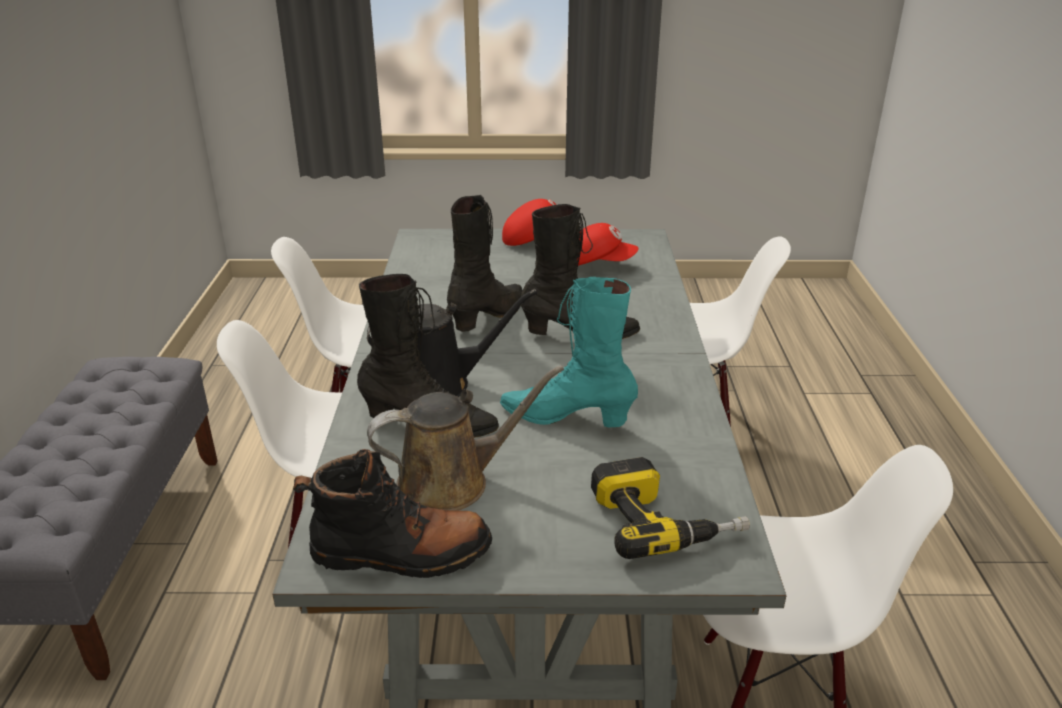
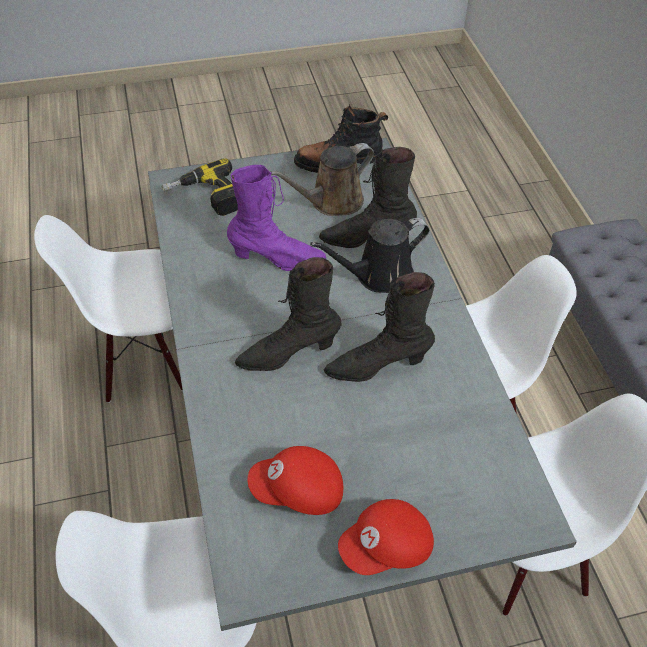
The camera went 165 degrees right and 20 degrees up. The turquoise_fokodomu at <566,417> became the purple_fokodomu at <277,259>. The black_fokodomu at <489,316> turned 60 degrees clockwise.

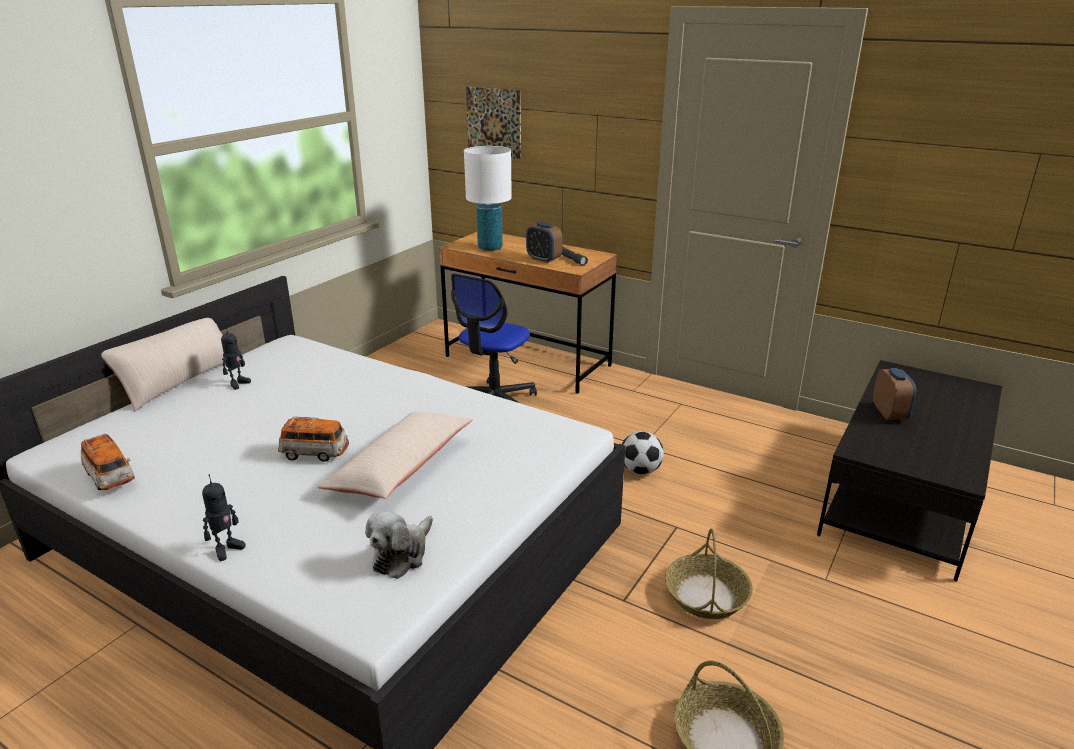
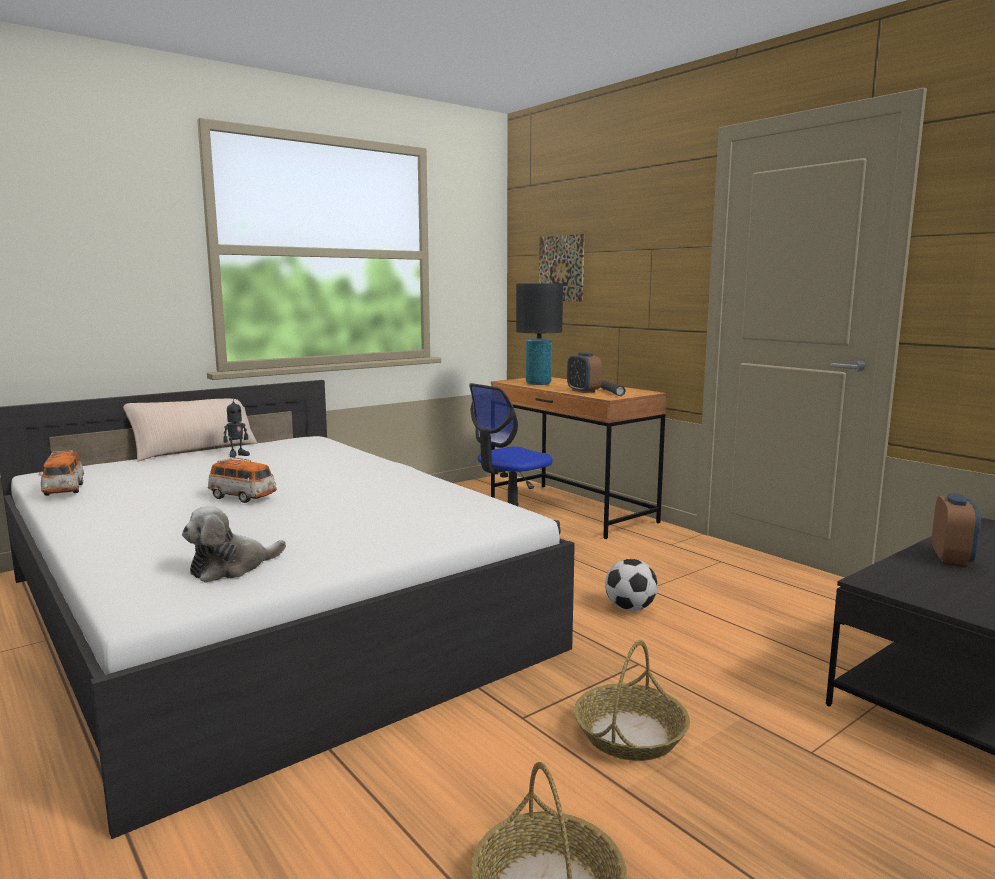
The camera went 20 degrees right and 15 degrees down. The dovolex at <227,549> disappeared. The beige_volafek at <401,467> disappeared. The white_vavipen at <490,248> became the black_vavipen at <538,383>.

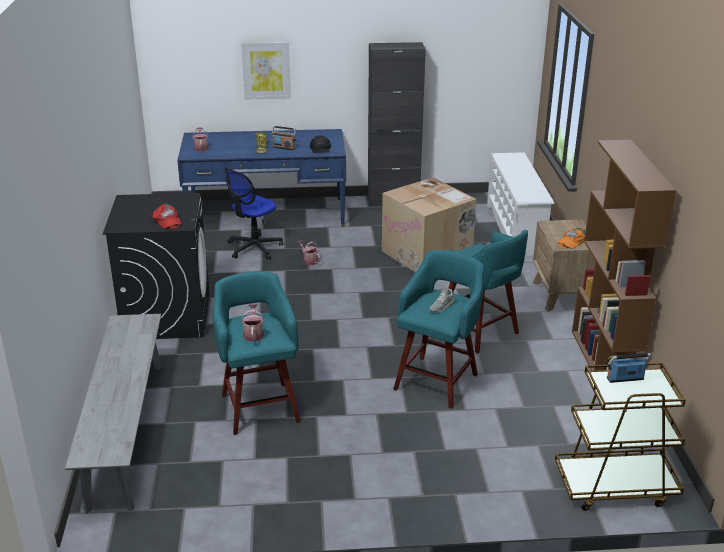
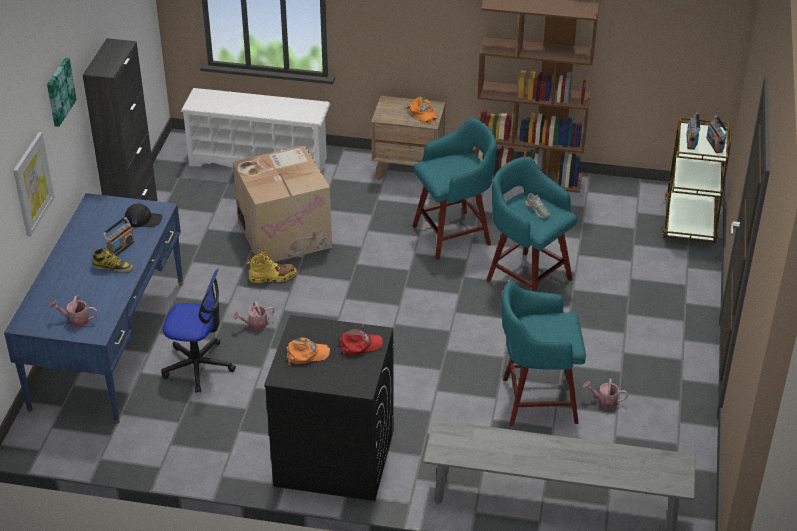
The camera went 75 degrees left and 10 degrees up. The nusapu at <59,92> appeared. The yellow_fokodomu at <272,277> appeared. The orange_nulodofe at <307,354> appeared. The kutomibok at <714,144> appeared. The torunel moved from <253,334> to <604,401>. The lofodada at <254,248> turned 45 degrees counterclockwise.

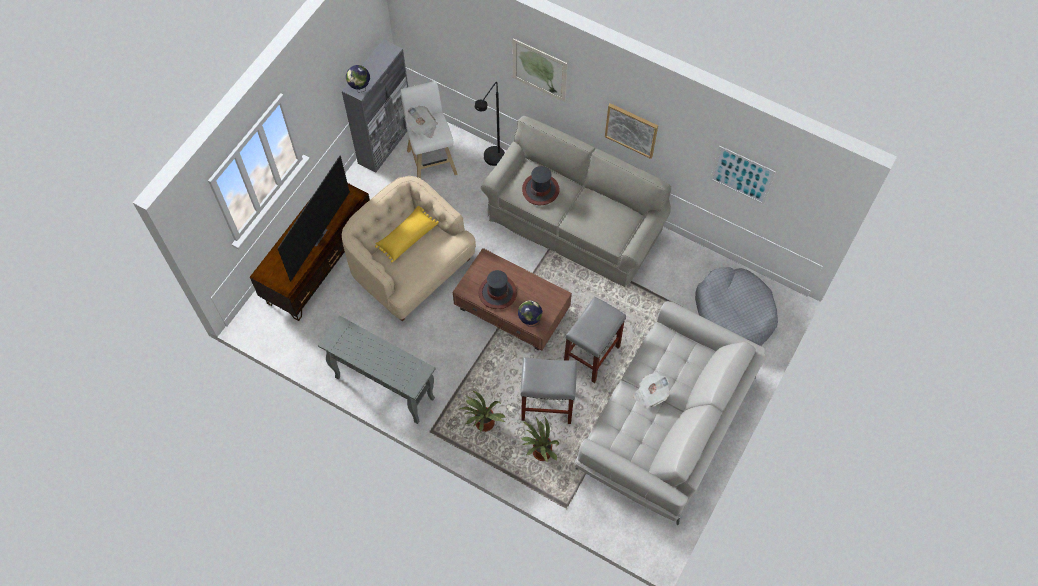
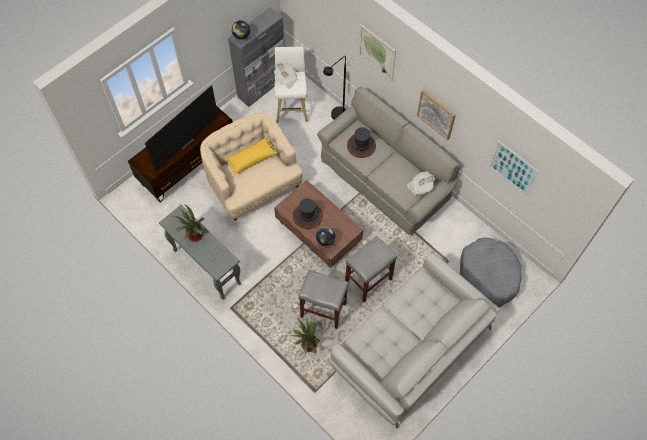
The camera went 15 degrees right and 0 degrees up. The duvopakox moved from <483,424> to <194,236>. The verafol moved from <650,394> to <419,186>.

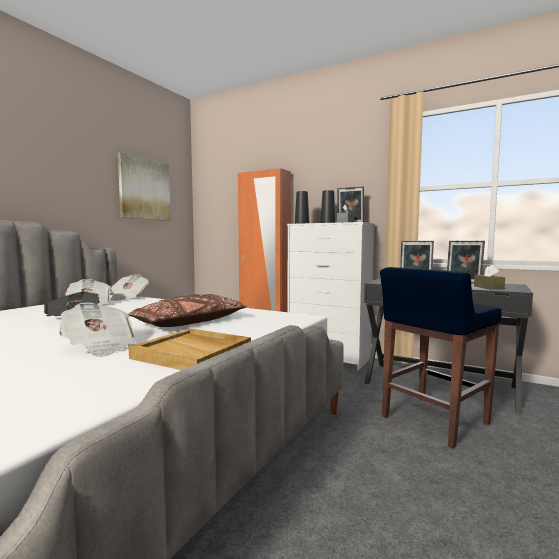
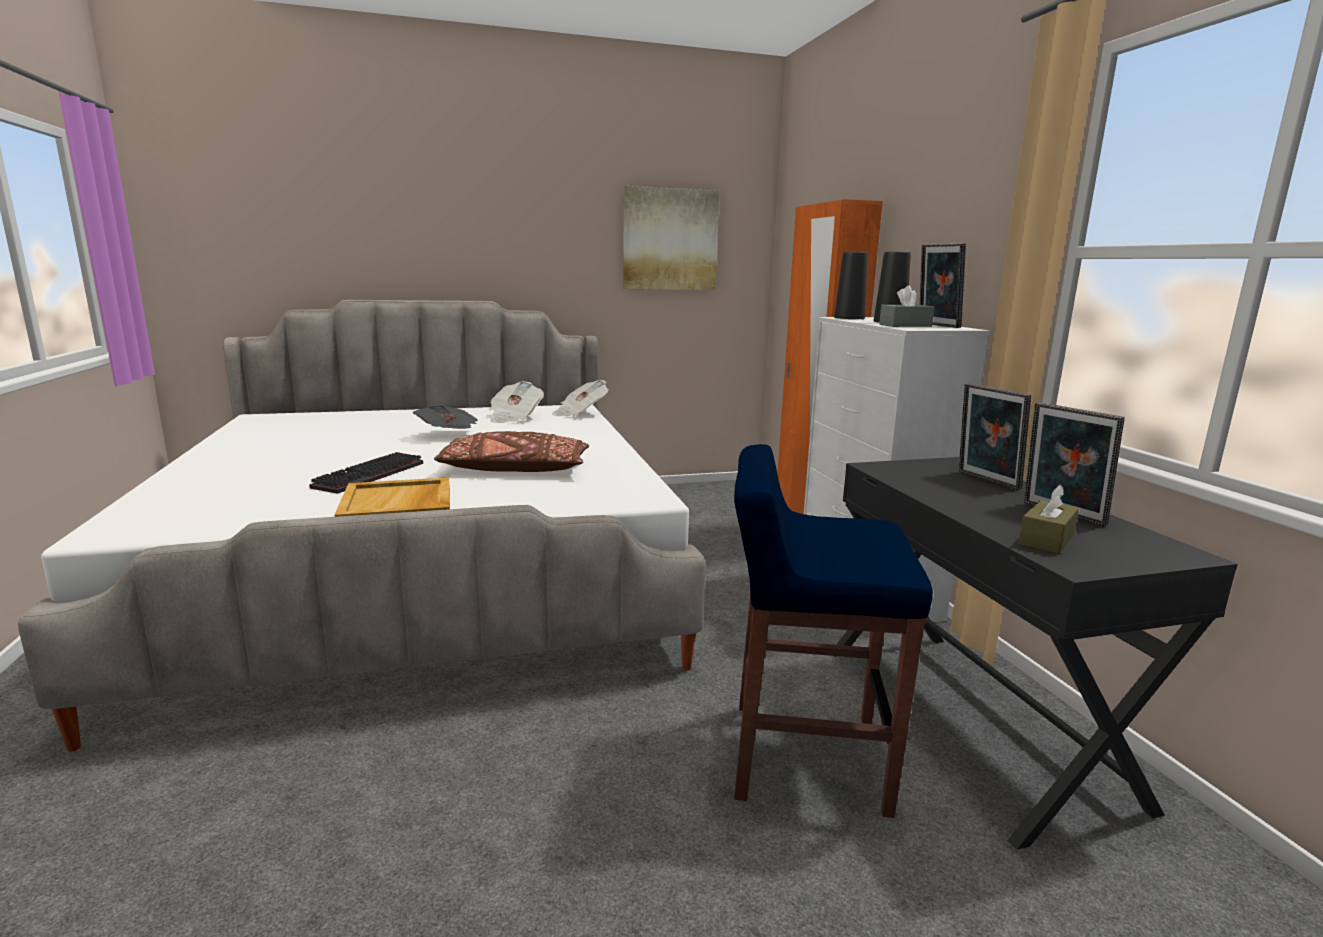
The camera went 45 degrees right and 10 degrees up. The verafol at <99,347> was replaced by the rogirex at <370,476>.

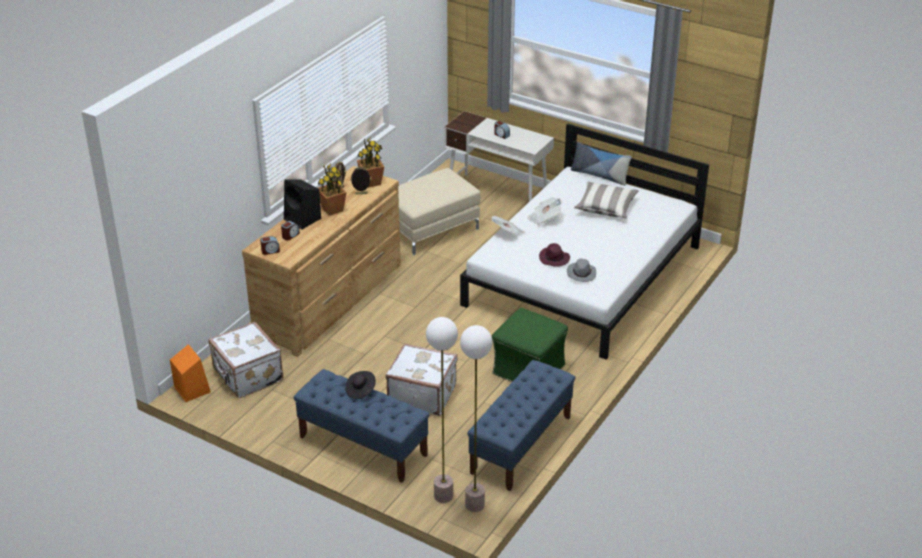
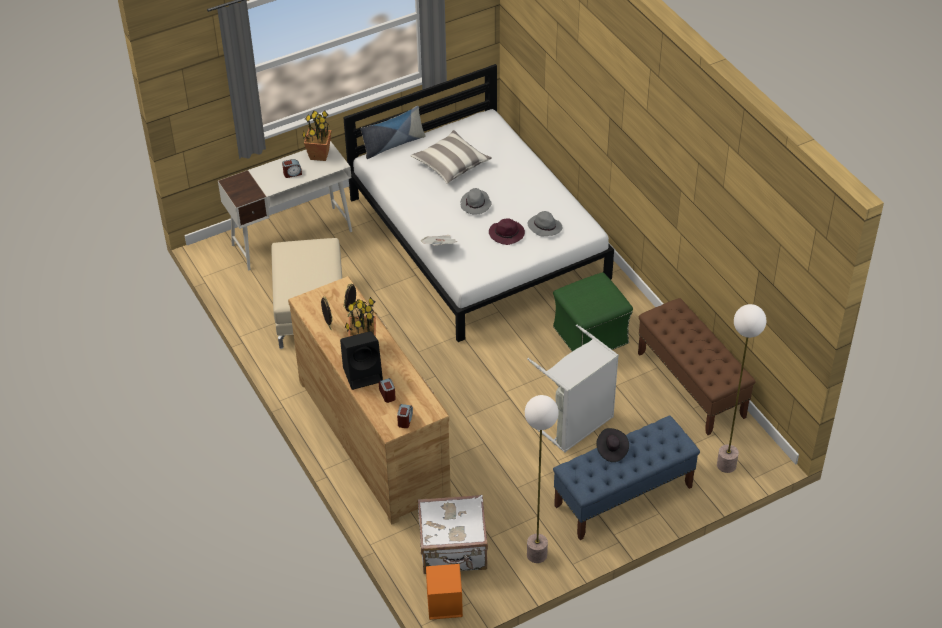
The camera went 60 degrees left and 10 degrees up. The verafol at <544,218> disappeared. The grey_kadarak at <476,204> appeared. The duvopakox moved from <371,182> to <319,155>. The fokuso moved from <474,505> to <536,555>. The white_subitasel at <422,394> was replaced by the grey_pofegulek at <575,424>. The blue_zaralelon at <521,445> became the brown_zaralelon at <691,385>.

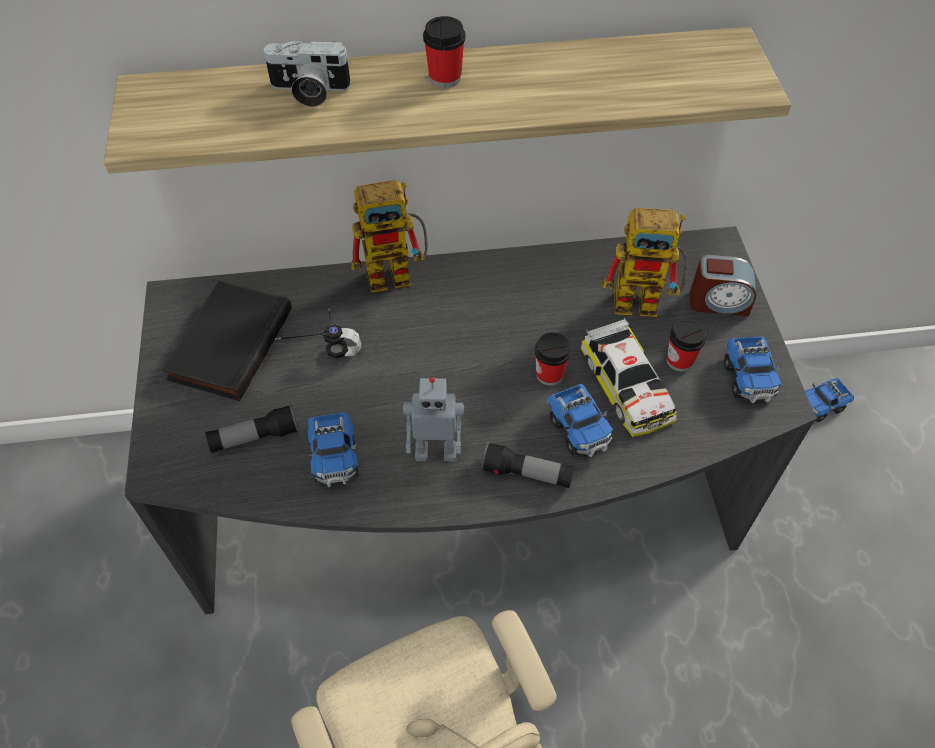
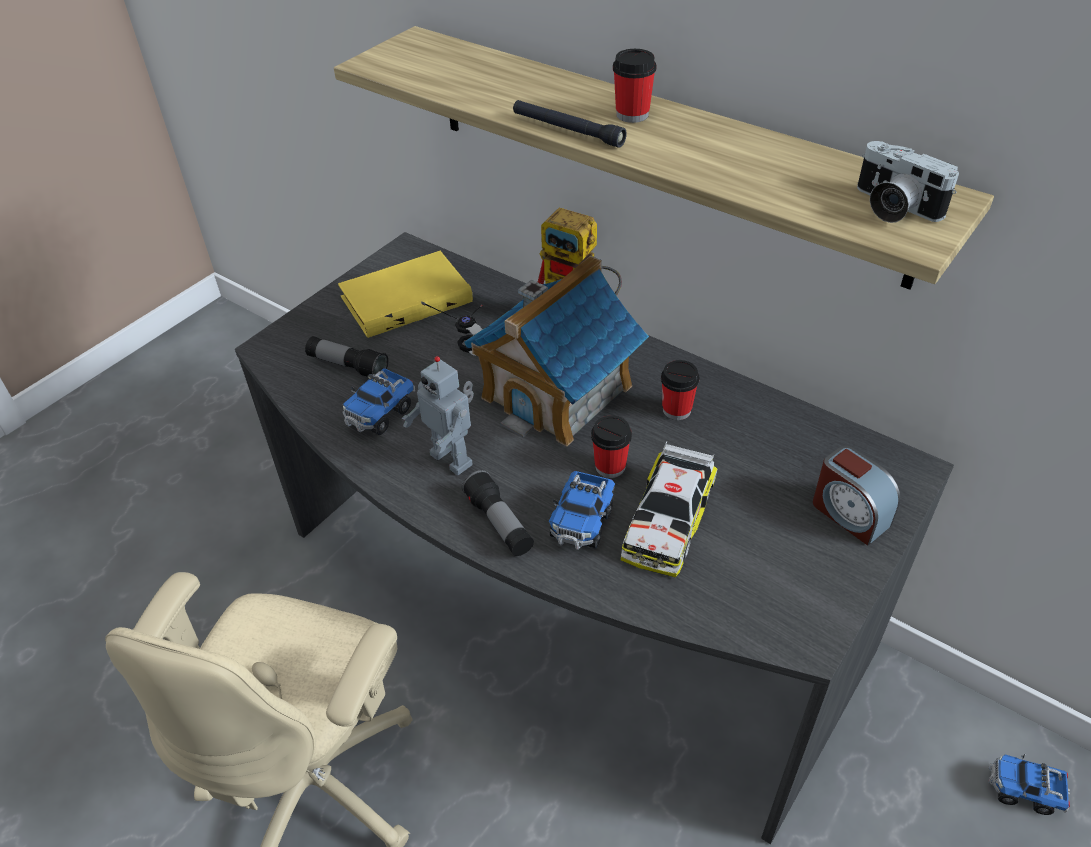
The camera went 45 degrees right and 10 degrees down. The dovolex at <646,300> disappeared. The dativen at <747,378> disappeared. The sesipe at <558,392> appeared. The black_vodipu at <567,130> appeared. The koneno moved from <309,92> to <892,207>. The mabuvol moved from <679,361> to <676,410>. The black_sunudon at <229,343> became the yellow_sunudon at <406,298>.

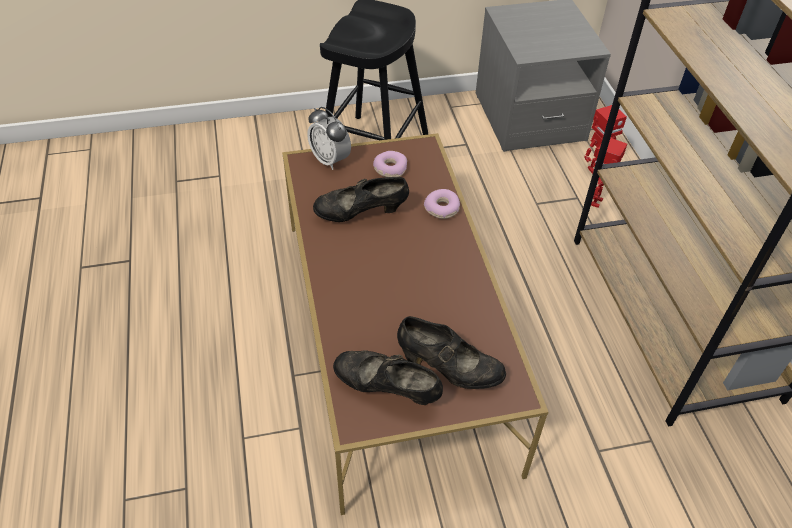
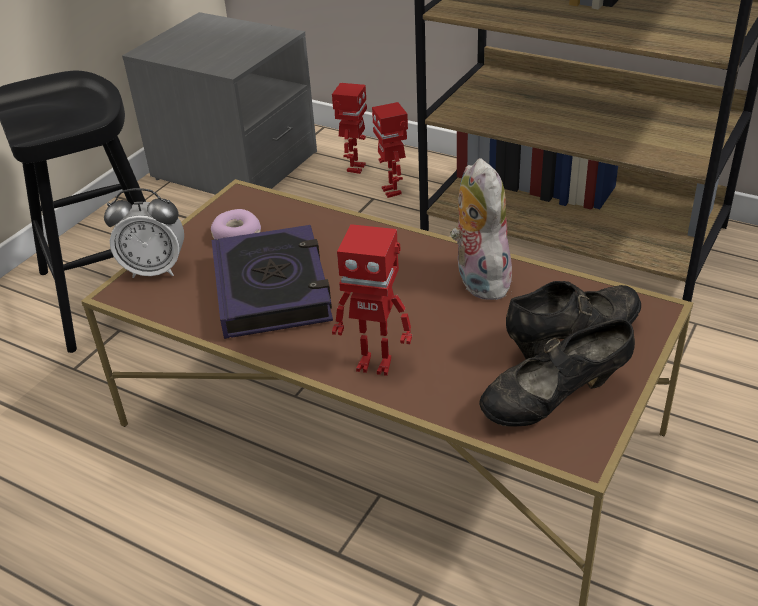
The camera went 45 degrees left and 10 degrees down. The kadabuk at <442,208> disappeared. The dovolex at <375,363> appeared. The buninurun at <478,280> appeared. The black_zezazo at <361,214> was replaced by the sunudon at <272,289>.

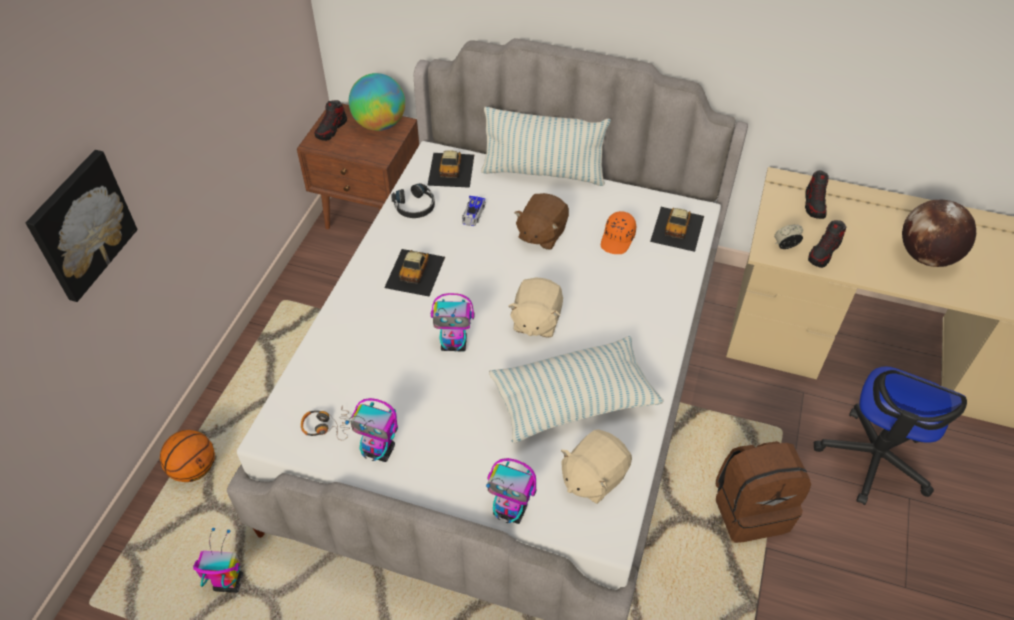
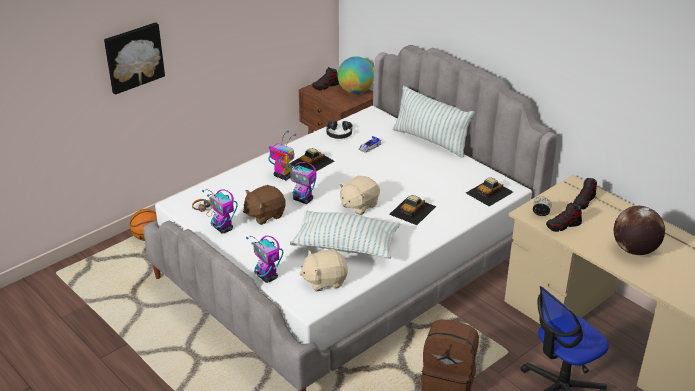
The camera went 30 degrees right and 15 degrees down. The orange_nulodofe at <618,239> disappeared. The dovolex moved from <228,583> to <283,176>. The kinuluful moved from <451,169> to <413,210>. The brown_buninurun moved from <541,234> to <264,215>.

